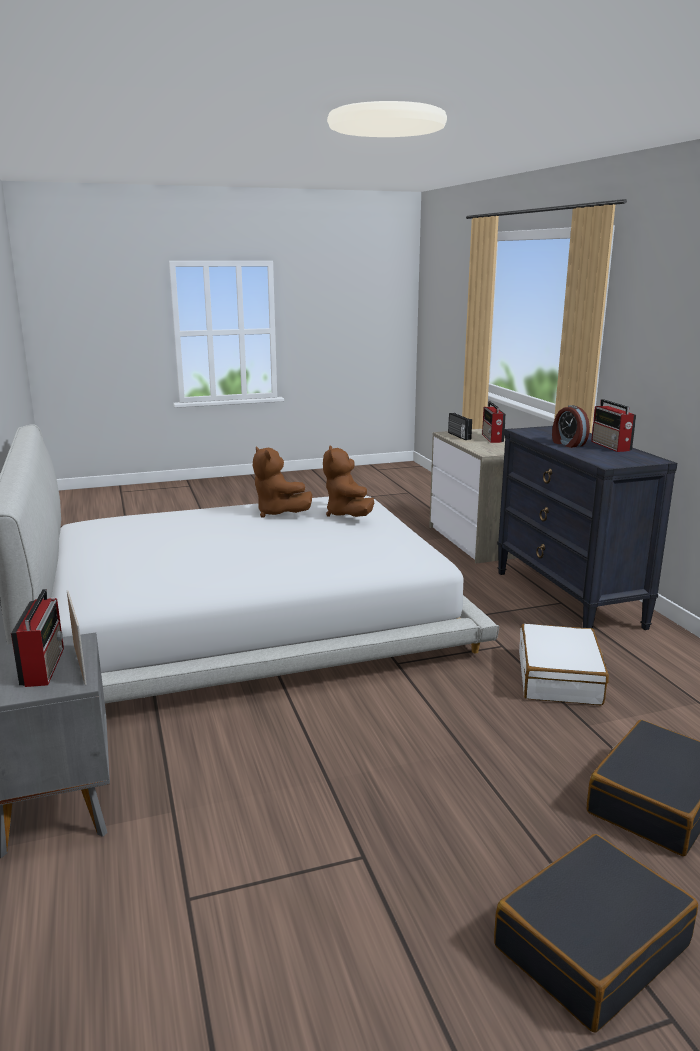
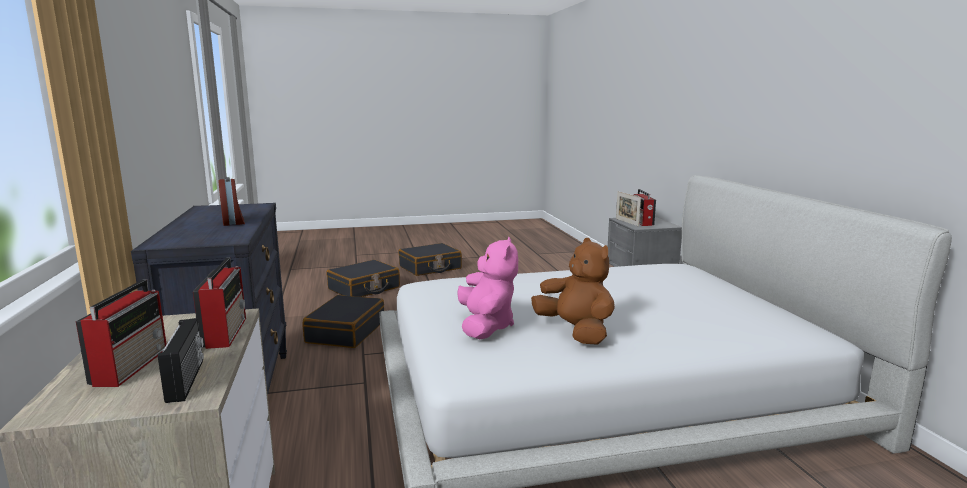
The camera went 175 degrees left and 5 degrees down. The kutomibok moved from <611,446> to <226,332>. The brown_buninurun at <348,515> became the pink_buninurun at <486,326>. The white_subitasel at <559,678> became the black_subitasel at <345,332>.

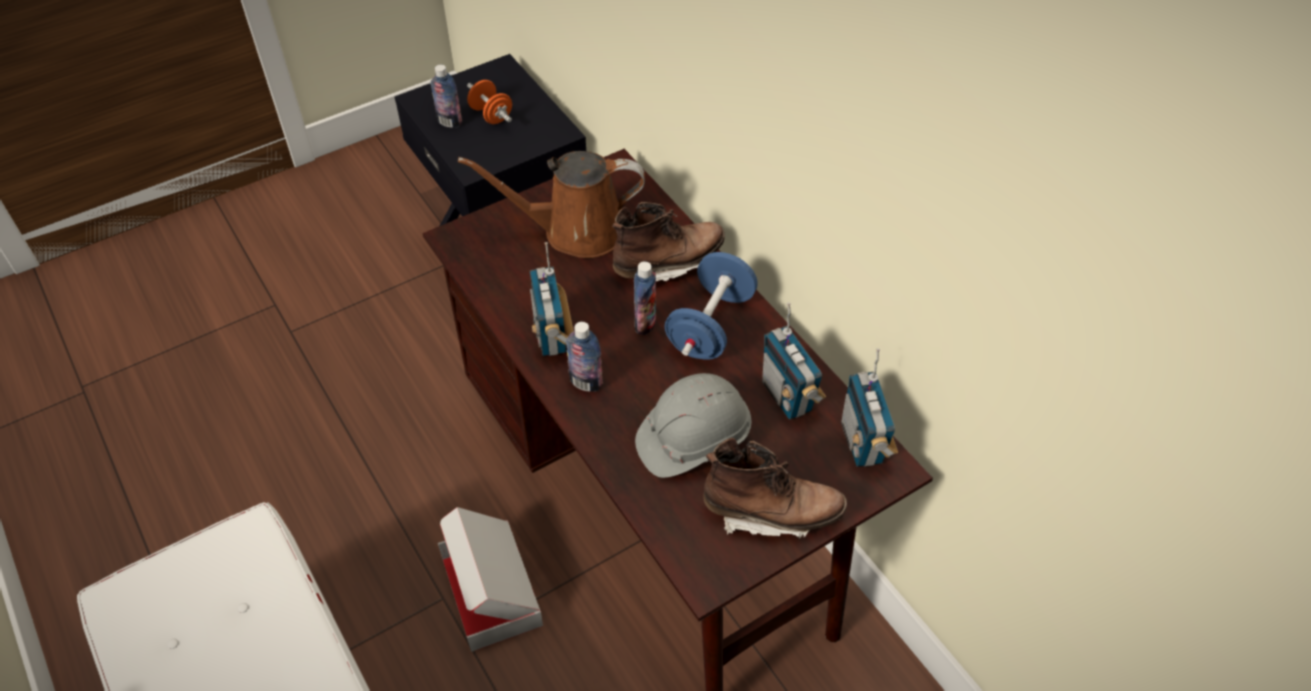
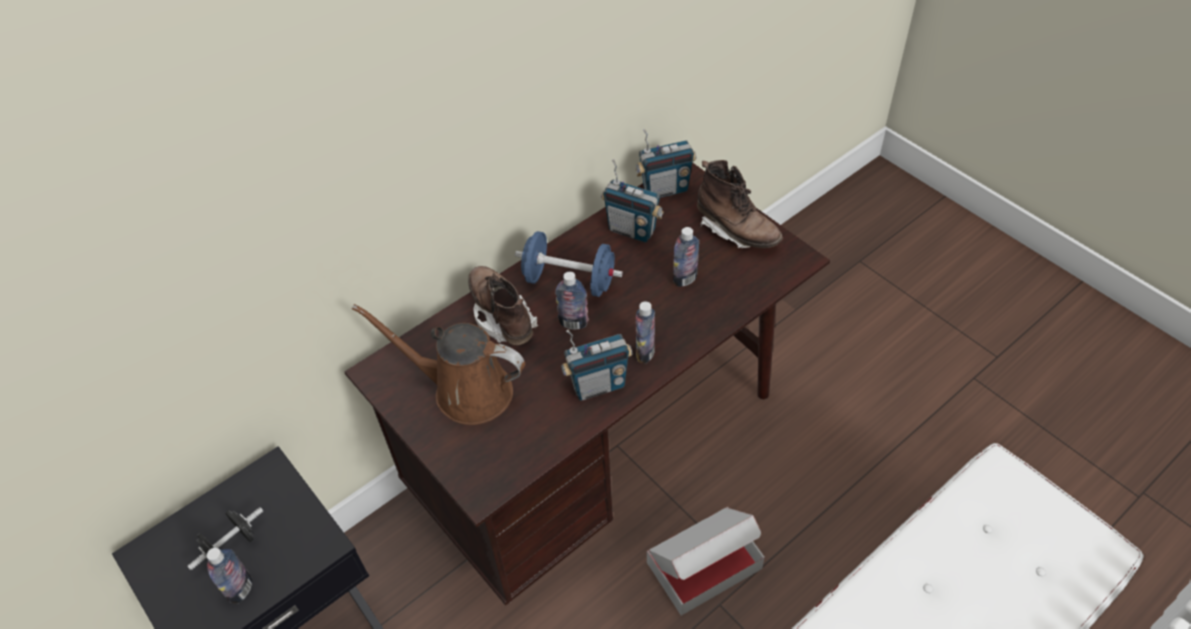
The camera went 95 degrees left and 0 degrees up. The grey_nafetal at <692,439> was replaced by the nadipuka at <685,279>. The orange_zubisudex at <491,115> became the black_zubisudex at <232,546>. The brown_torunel at <575,231> turned 120 degrees clockwise. The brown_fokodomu at <771,512> turned 135 degrees clockwise. The kutomibok at <787,396> turned 60 degrees clockwise.

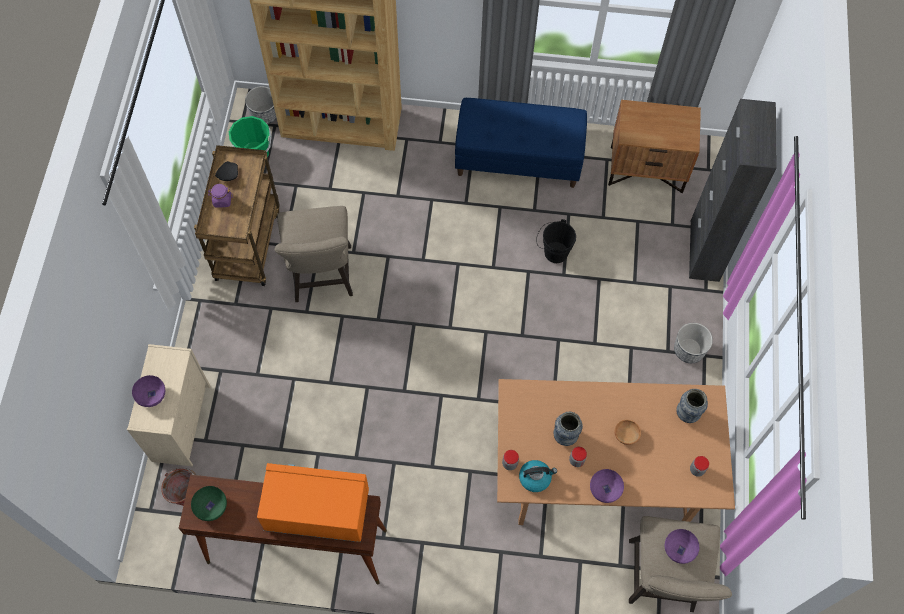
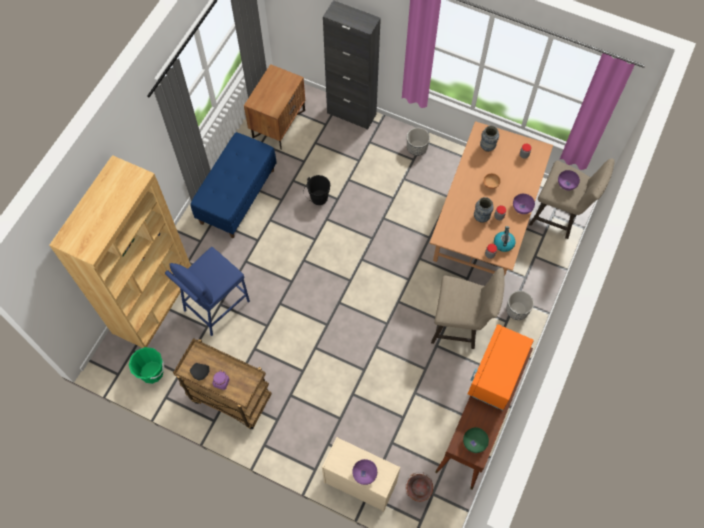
The camera went 70 degrees left and 0 degrees up. The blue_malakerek at <216,305> appeared. The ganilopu moved from <264,115> to <517,310>. The beige_malakerek moved from <322,279> to <460,326>.

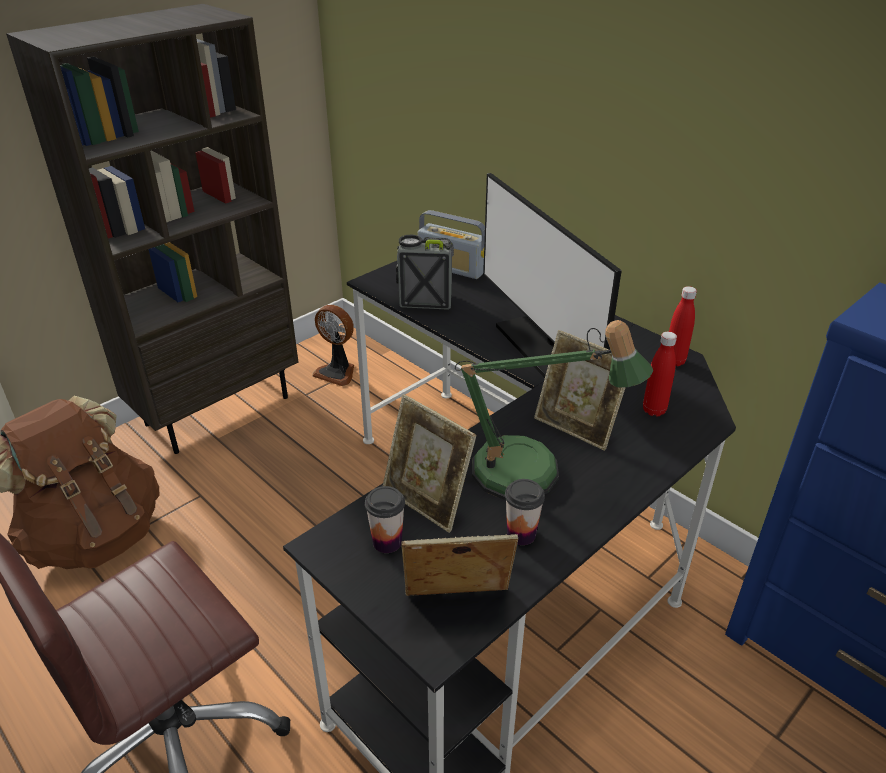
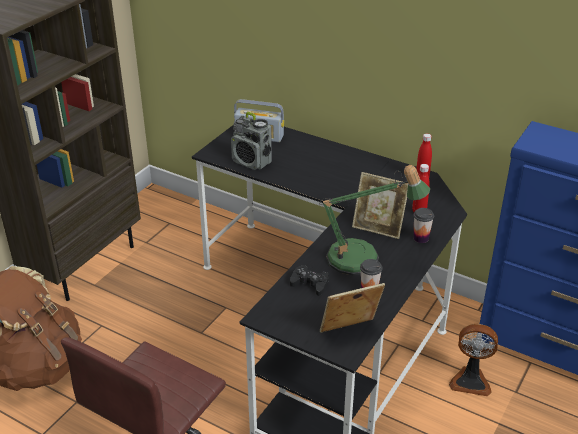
The camera went 15 degrees left and 0 degrees up. The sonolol at <544,348> disappeared. The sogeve moved from <337,372> to <470,380>. The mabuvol moved from <387,542> to <421,238>. The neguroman at <427,501> was replaced by the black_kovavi at <310,284>. The kutomibok at <425,300> turned 135 degrees counterclockwise.

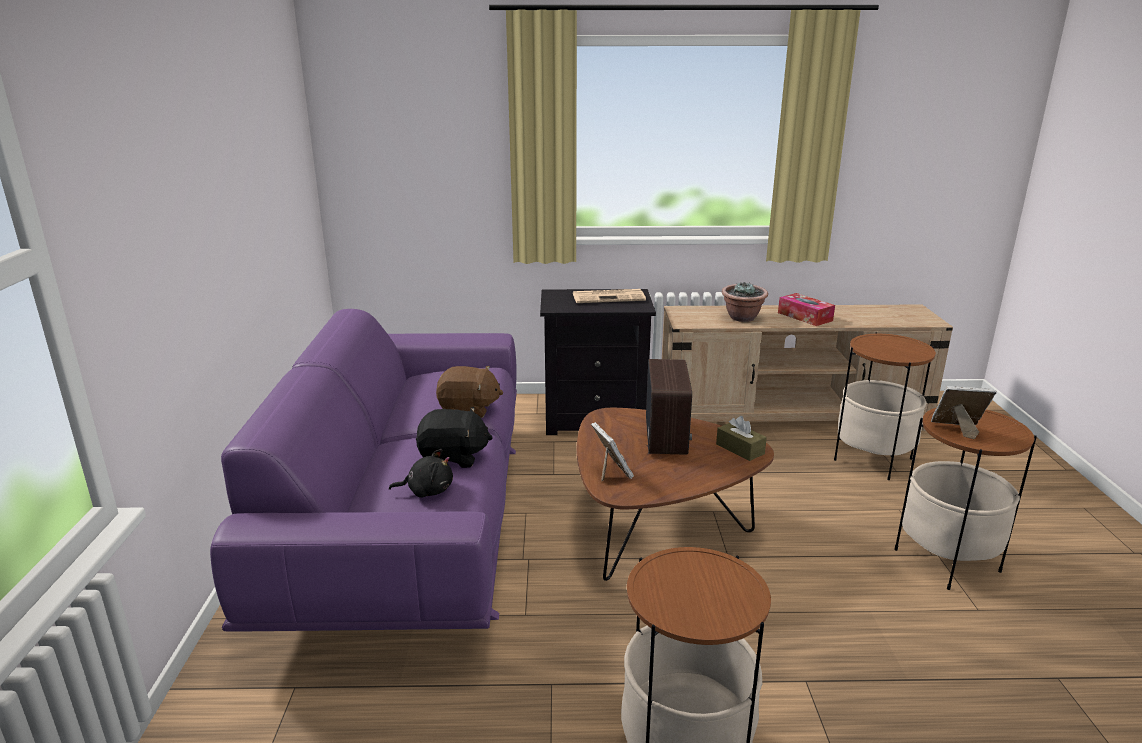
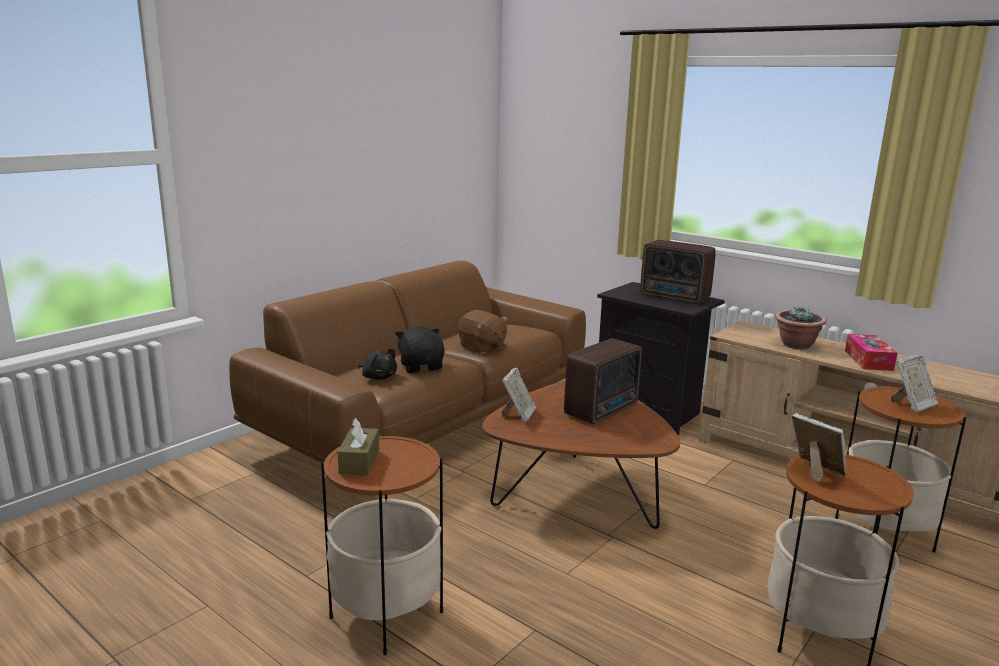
The camera went 40 degrees right and 5 degrees down. The neguroman at <912,405> appeared. The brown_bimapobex moved from <740,449> to <359,461>. The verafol at <609,297> was replaced by the kutomibok at <675,297>. The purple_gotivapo at <410,520> became the brown_gotivapo at <427,422>. The black_buninurun at <453,458> turned 150 degrees counterclockwise.

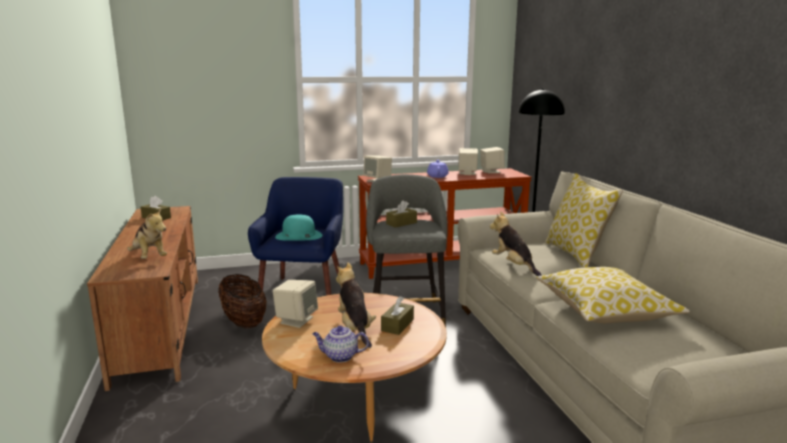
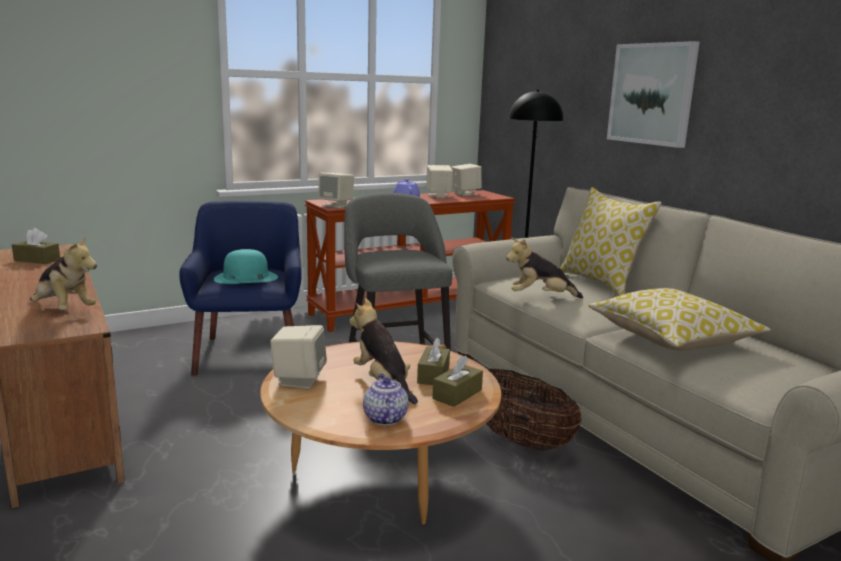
The camera went 15 degrees left and 0 degrees up. The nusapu at <652,94> appeared. The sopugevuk moved from <244,322> to <519,440>. The brown_bimapobex moved from <401,223> to <457,394>. The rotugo at <340,356> turned 90 degrees clockwise. The buninurun at <513,265> turned 45 degrees counterclockwise.

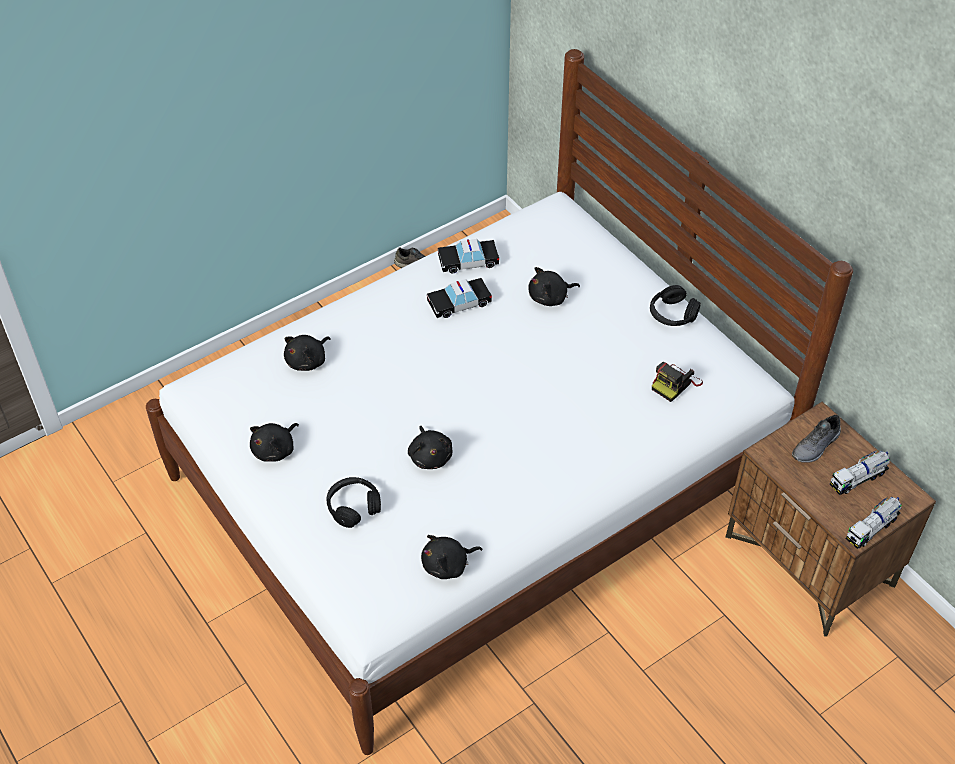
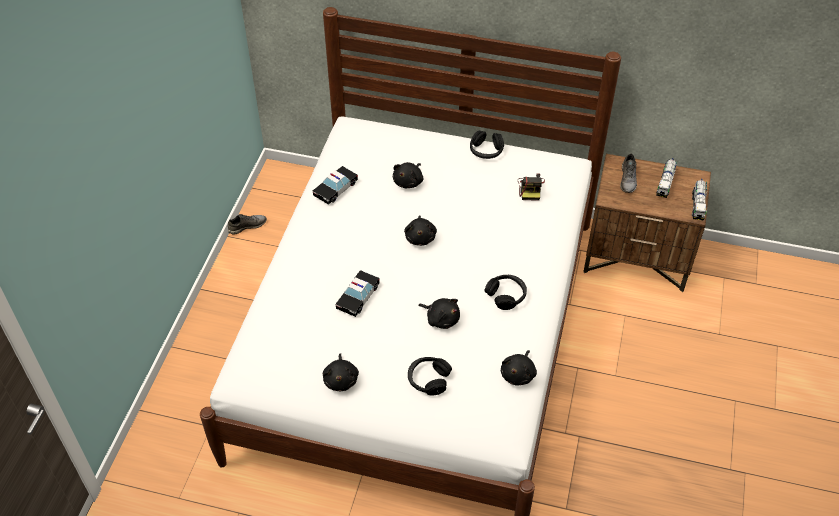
The camera went 40 degrees left and 0 degrees up. The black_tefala at <506,295> appeared. The black_buninurun moved from <308,361> to <420,237>. The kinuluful moved from <459,303> to <358,297>.

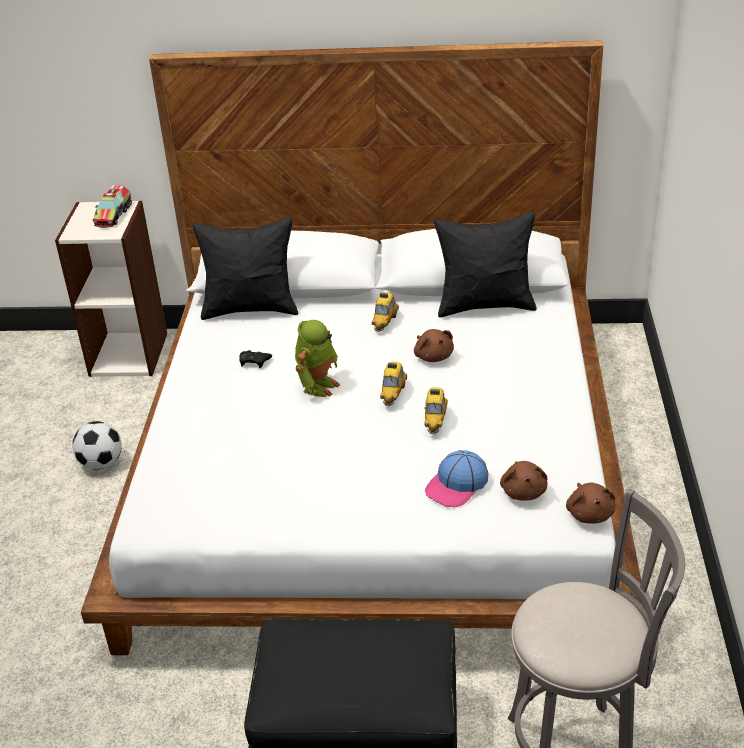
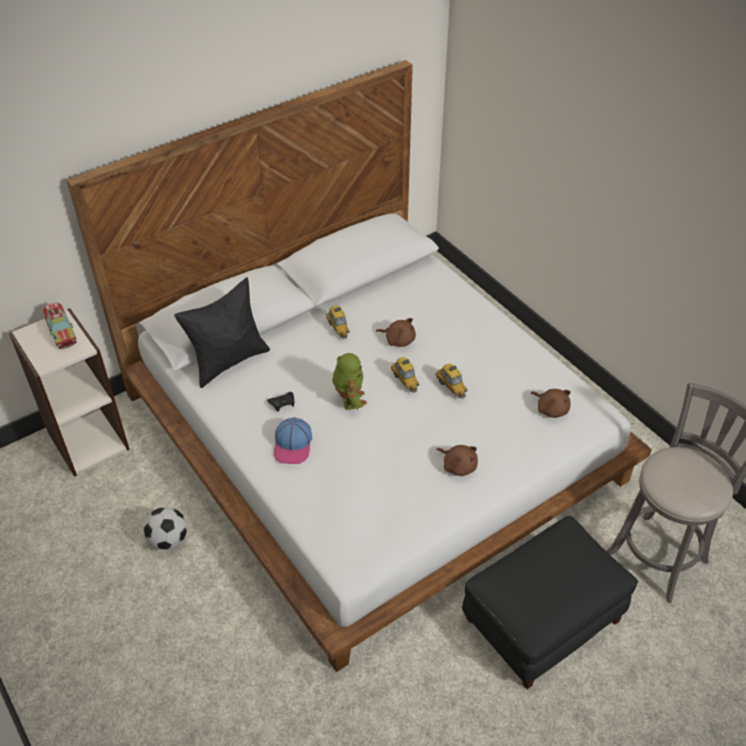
The camera went 40 degrees left and 10 degrees up. The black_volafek at <485,305> disappeared. The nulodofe moved from <457,485> to <293,445>. The brown_buninurun moved from <589,513> to <458,466>.

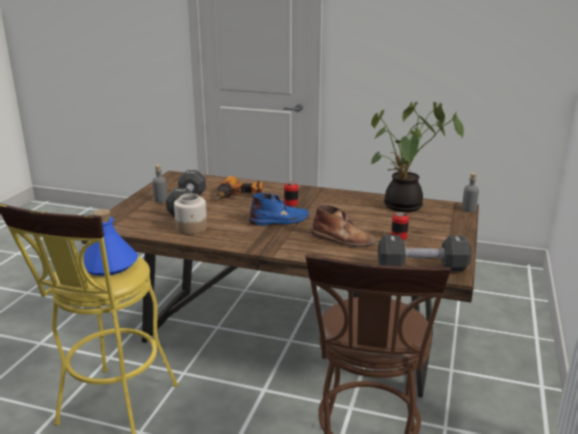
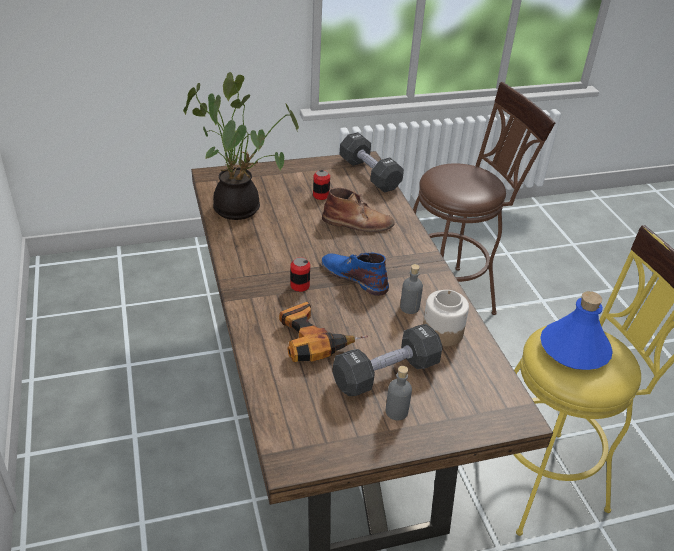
The camera went 125 degrees left and 15 degrees up. The grey_nadipuka moved from <468,209> to <409,307>. The brown_fokodomu at <343,239> turned 105 degrees clockwise.

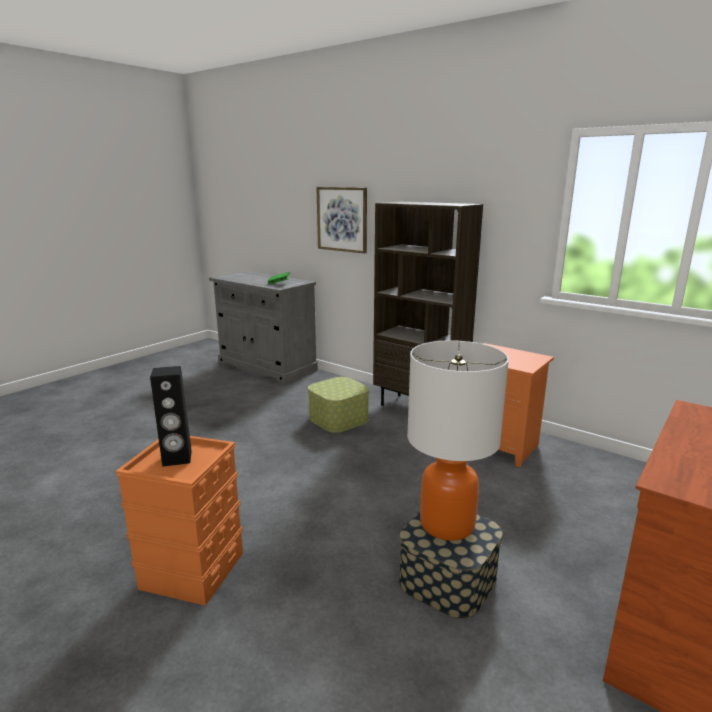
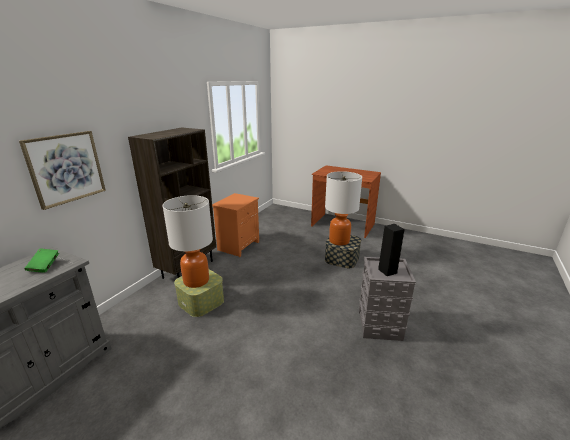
The camera went 100 degrees left and 5 degrees up. The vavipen at <196,281> appeared. The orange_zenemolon at <191,571> became the grey_zenemolon at <380,326>.

